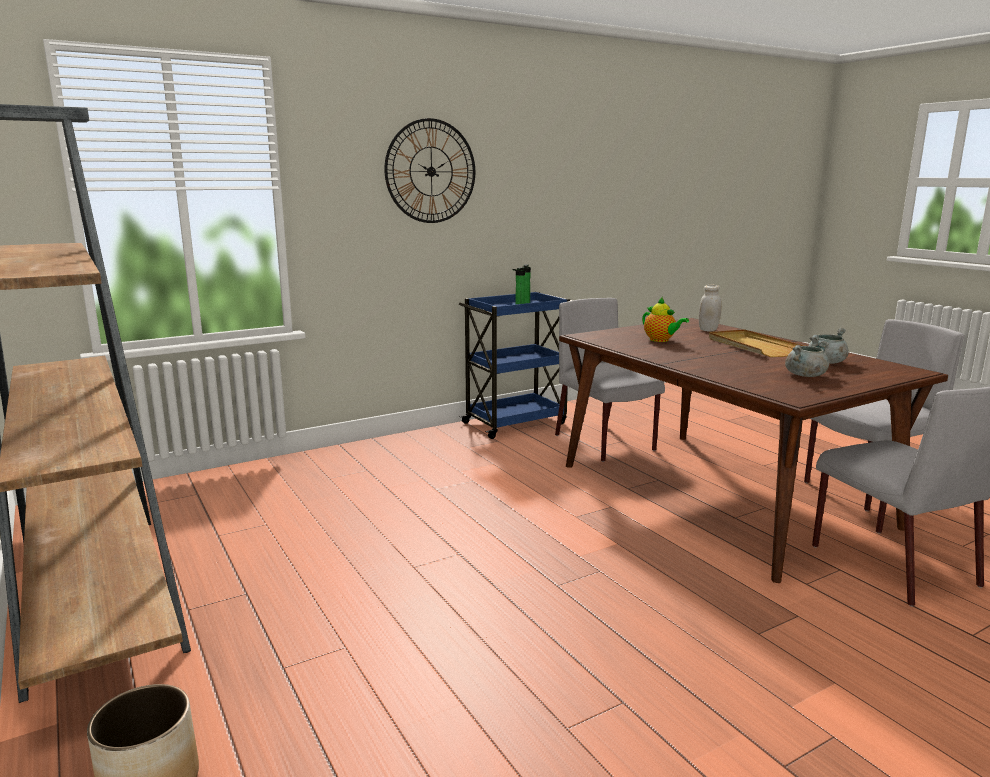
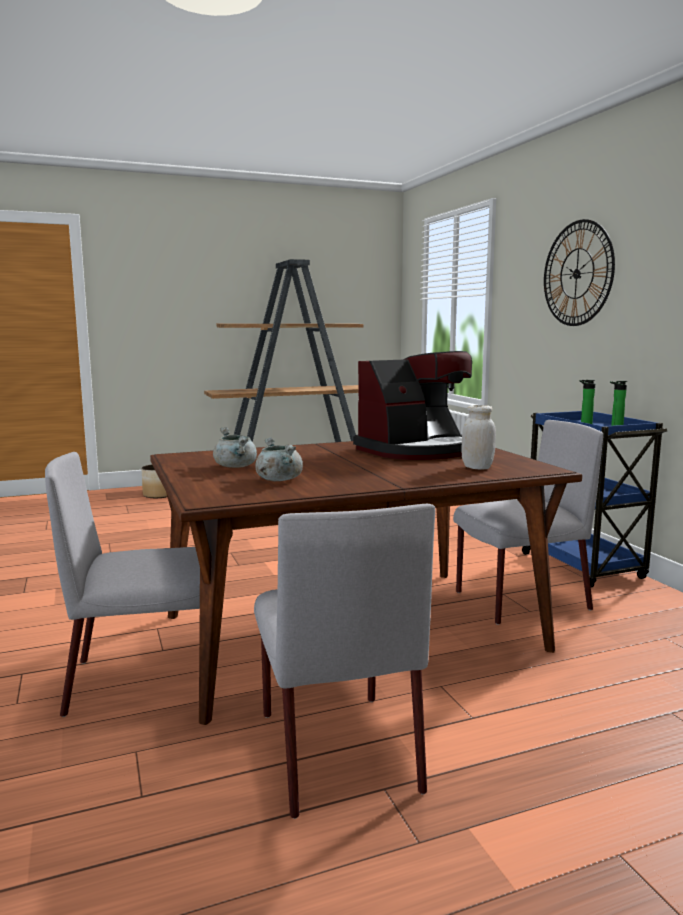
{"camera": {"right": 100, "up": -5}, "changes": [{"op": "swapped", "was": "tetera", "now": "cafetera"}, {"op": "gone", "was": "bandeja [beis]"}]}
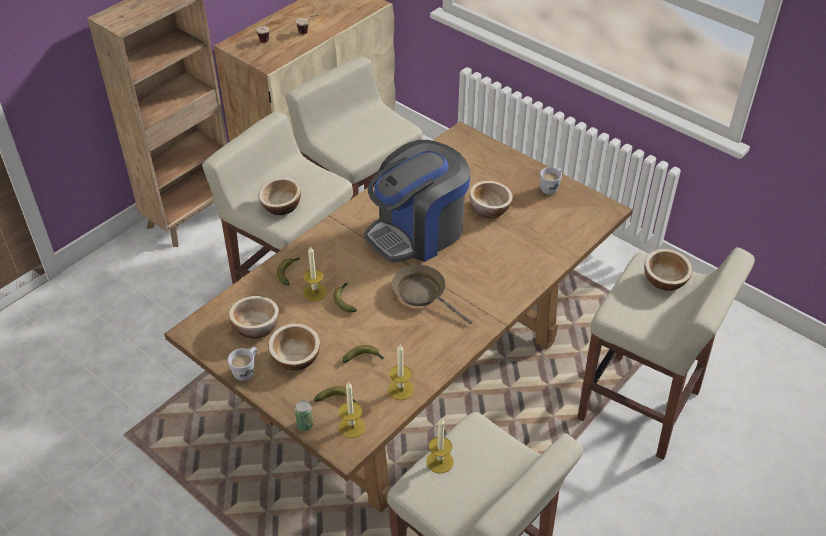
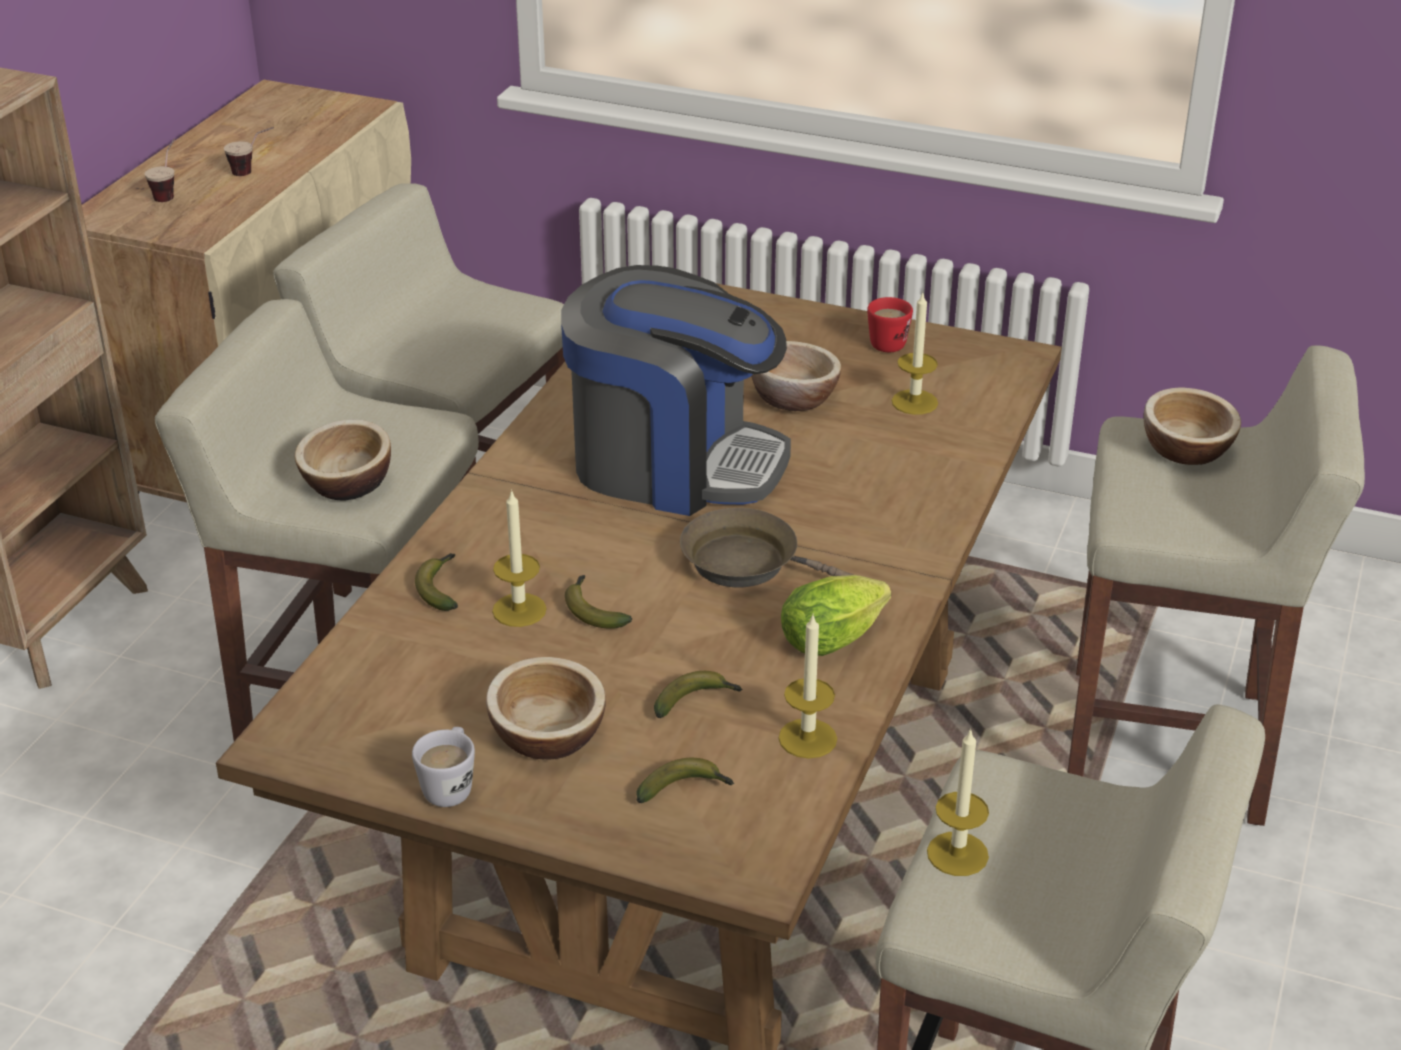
{"camera": {"right": -20, "up": -10}, "changes": [{"op": "gone", "was": "cuenco (no. 1 from left)"}, {"op": "gone", "was": "lata"}, {"op": "shifted", "was": "vela (no. 2 from left in the first image)", "now": "vela (no. 3 from left)"}, {"op": "rotated", "was": "cafetera", "clockwise": -105}, {"op": "repainted", "was": "taza grande [blanco] (no. 2 from left)", "now": "taza grande [rojo]"}, {"op": "new", "now": "lechuga"}]}
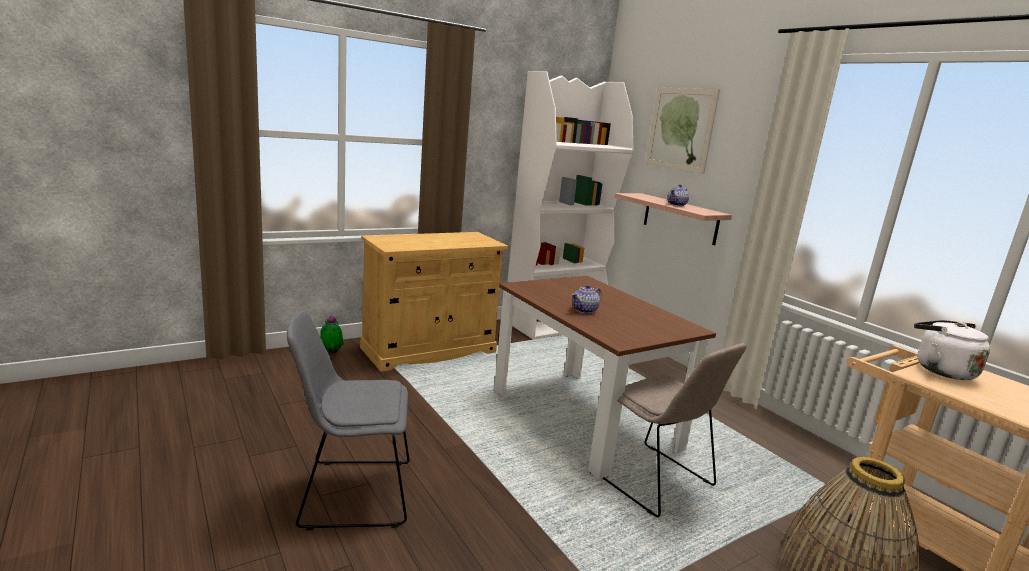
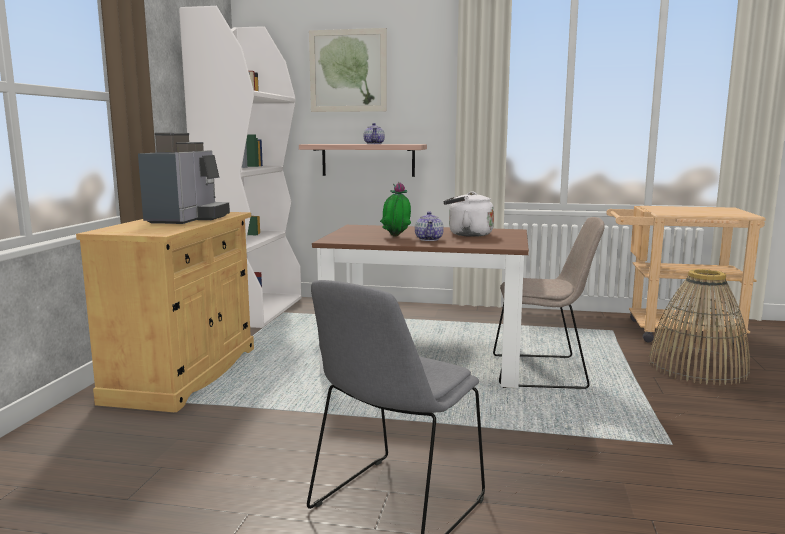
{"camera": {"right": -45, "up": -5}, "changes": [{"op": "shifted", "was": "planta en maceta"}, {"op": "shifted", "was": "hervidor [blanco]"}, {"op": "new", "now": "cafetera"}]}
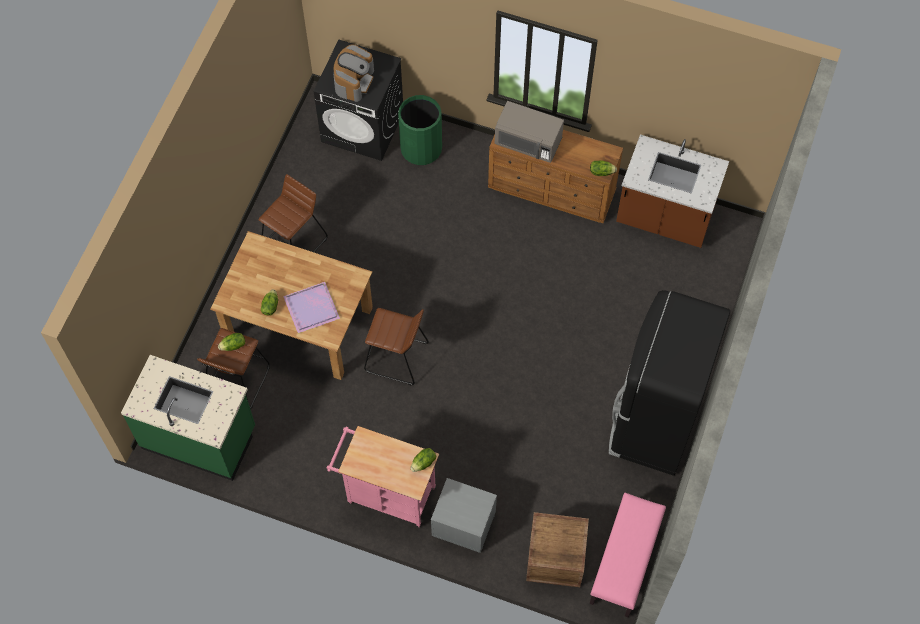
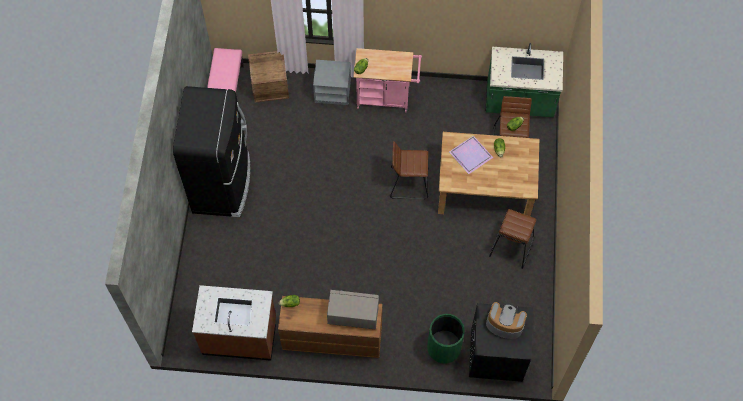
{"camera": {"right": 165, "up": 0}, "changes": [{"op": "rotated", "was": "cafetera", "clockwise": 105}]}
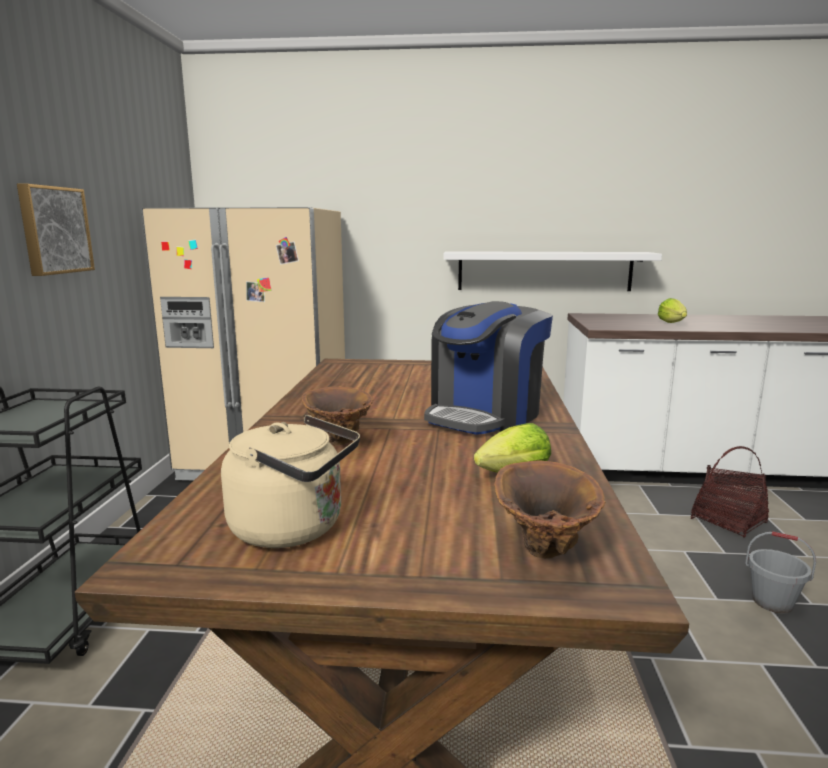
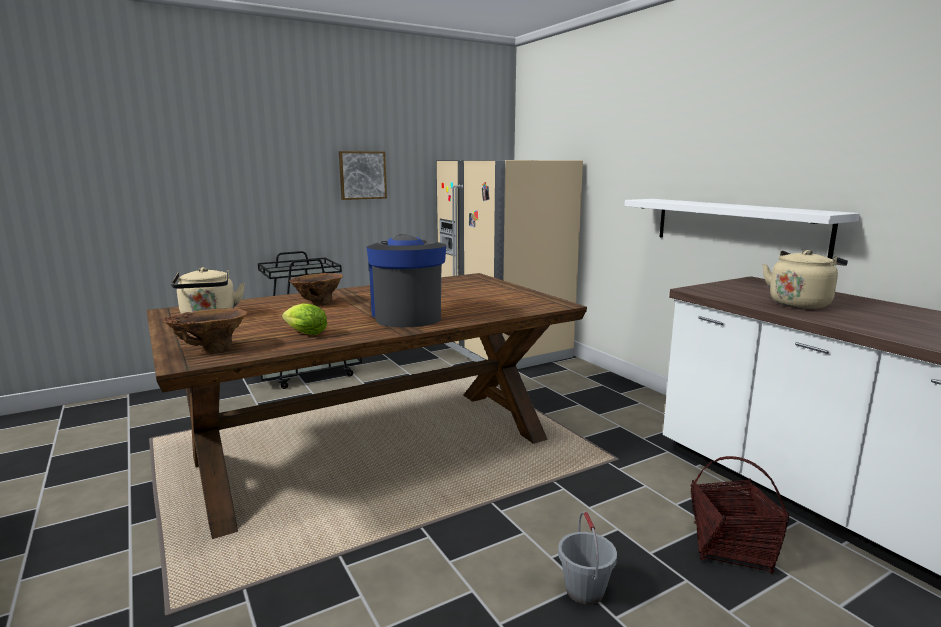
{"camera": {"right": 55, "up": 0}, "changes": [{"op": "rotated", "was": "cafetera", "clockwise": 75}, {"op": "swapped", "was": "lechuga (no. 2 from left)", "now": "hervidor [beis] (no. 2 from left)"}]}
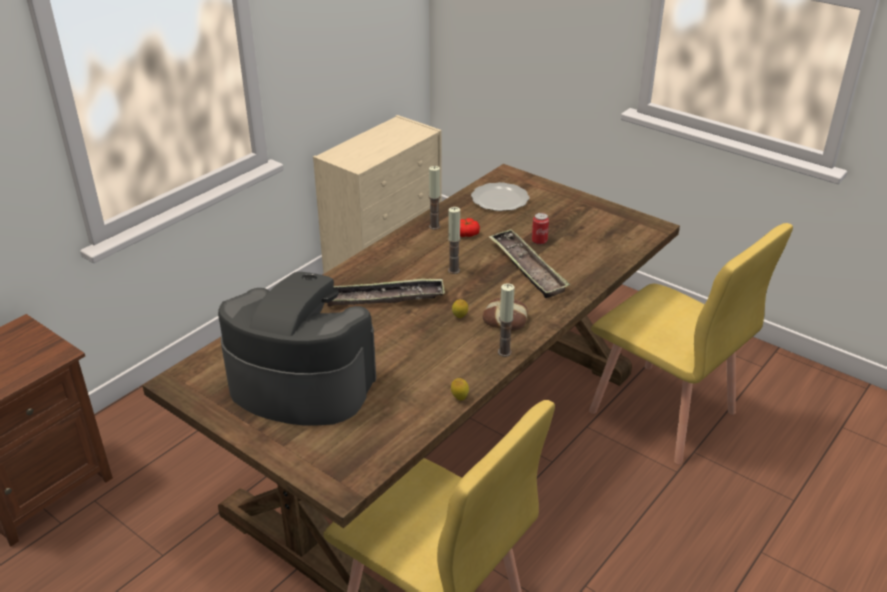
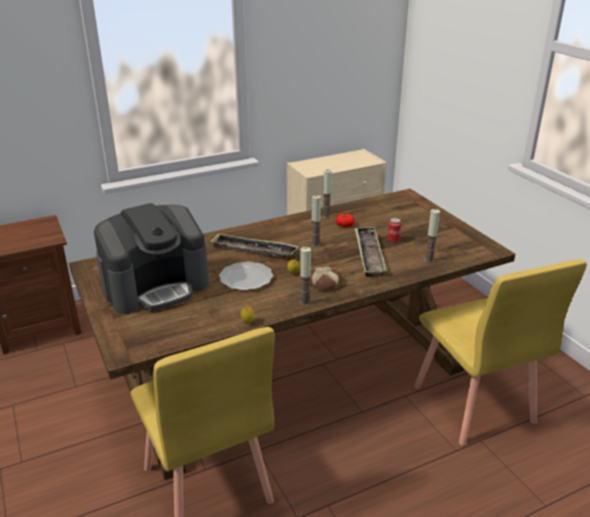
{"camera": {"right": 25, "up": -5}, "changes": [{"op": "rotated", "was": "cafetera", "clockwise": 105}, {"op": "shifted", "was": "plato"}, {"op": "new", "now": "vela (no. 4 from left)"}]}
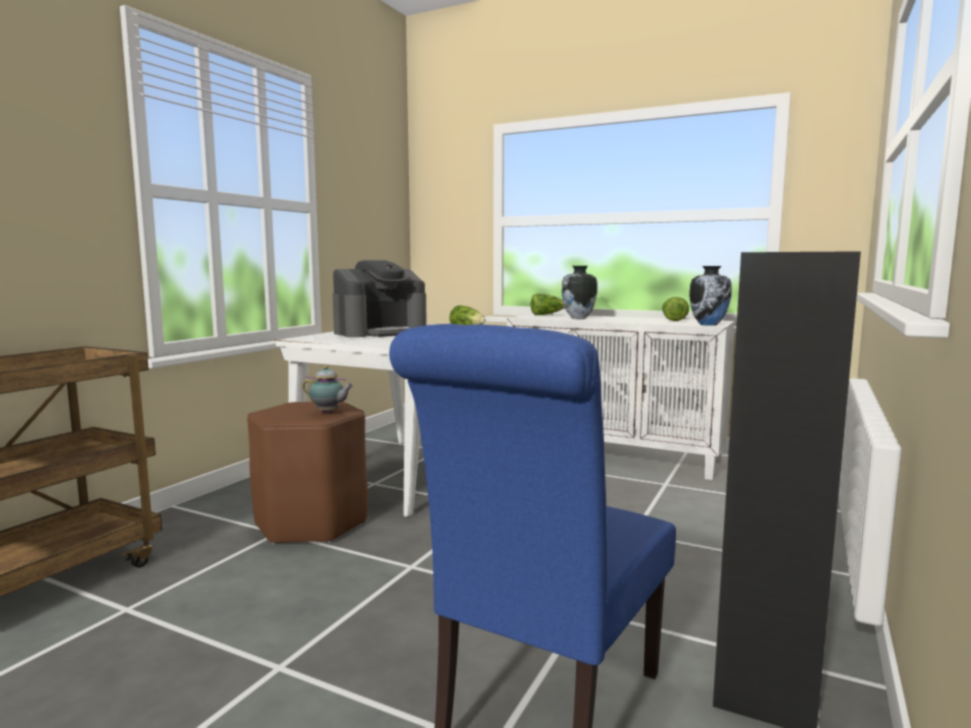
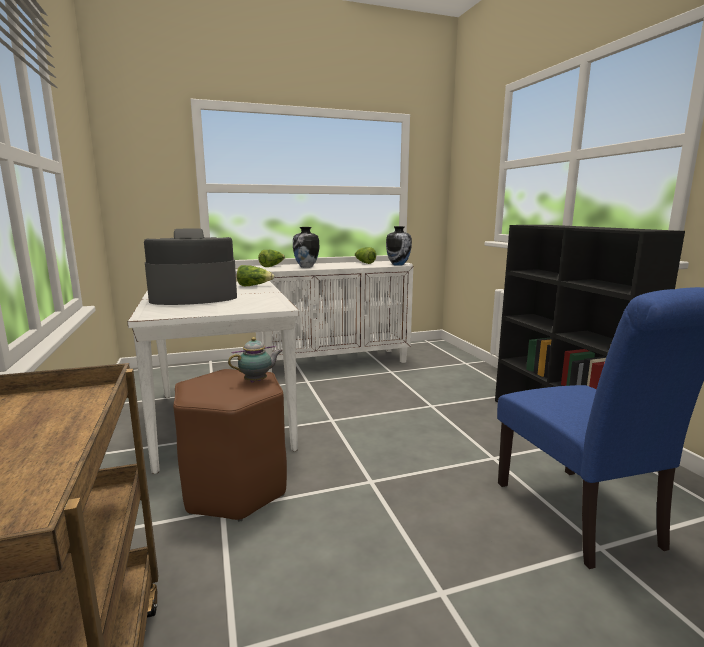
{"camera": {"right": -45, "up": 5}, "changes": [{"op": "rotated", "was": "cafetera", "clockwise": -120}]}
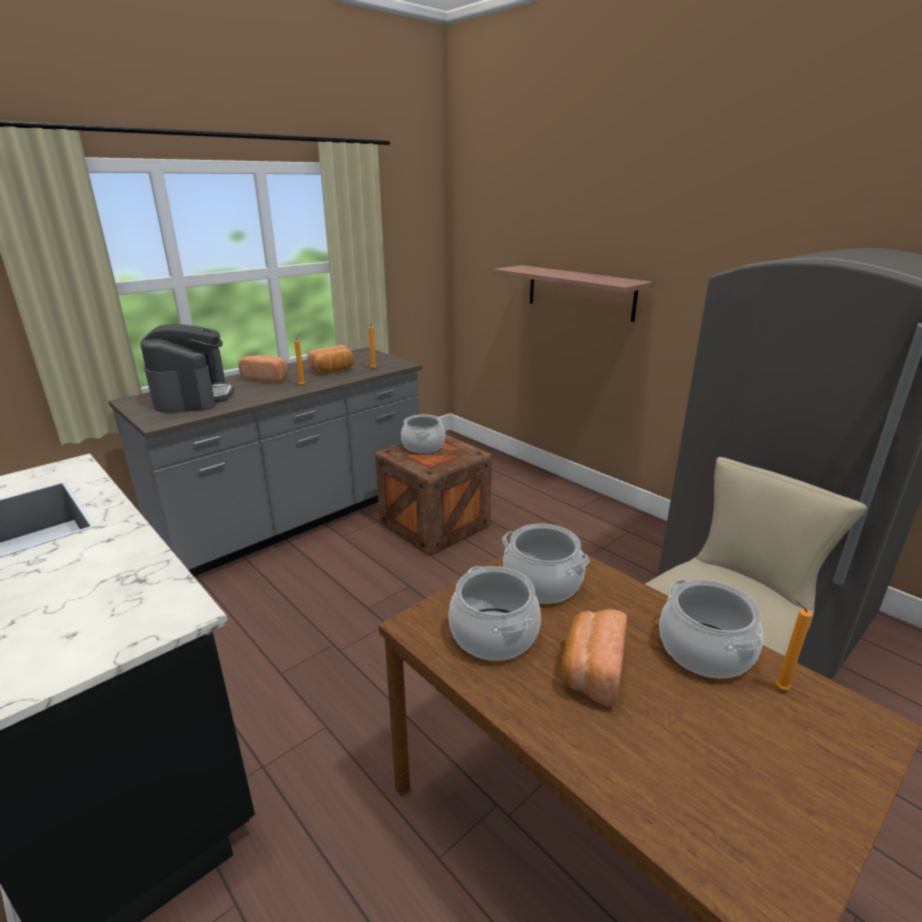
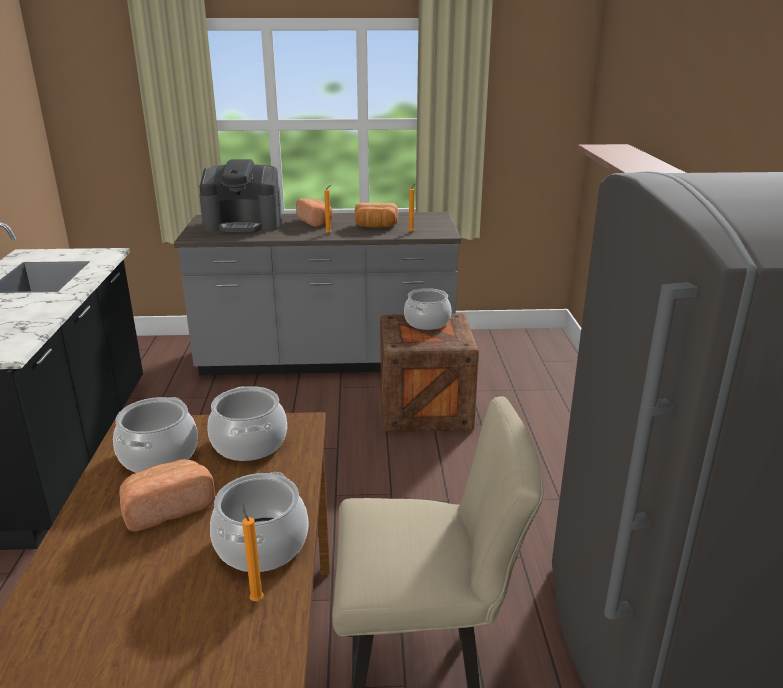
{"camera": {"right": 40, "up": 0}, "changes": [{"op": "rotated", "was": "cafetera", "clockwise": 60}]}
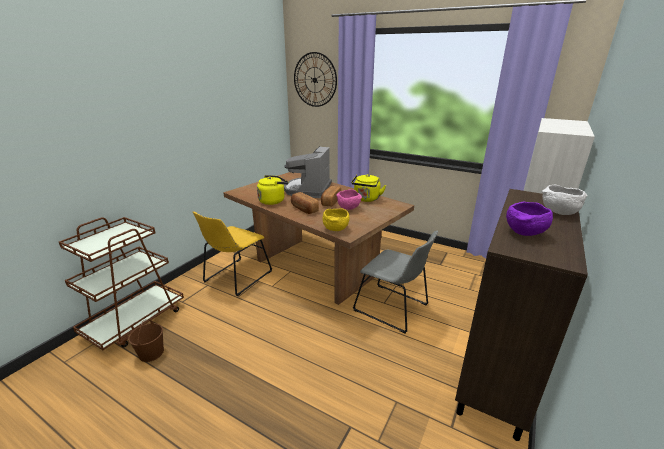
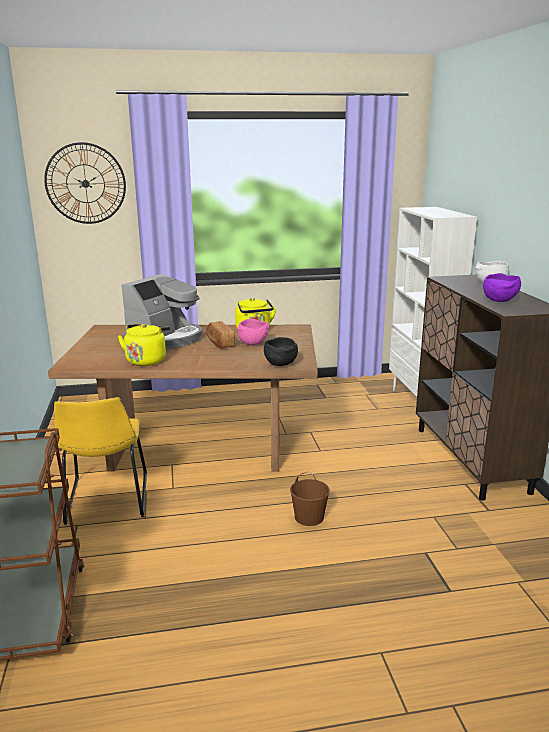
{"camera": {"right": -40, "up": -5}, "changes": [{"op": "shifted", "was": "cubo [marrón]"}, {"op": "rotated", "was": "cafetera", "clockwise": -120}, {"op": "gone", "was": "pan (no. 1 from left)"}, {"op": "repainted", "was": "cuenco [amarillo]", "now": "cuenco [negro]"}, {"op": "gone", "was": "silla [gris]"}]}
